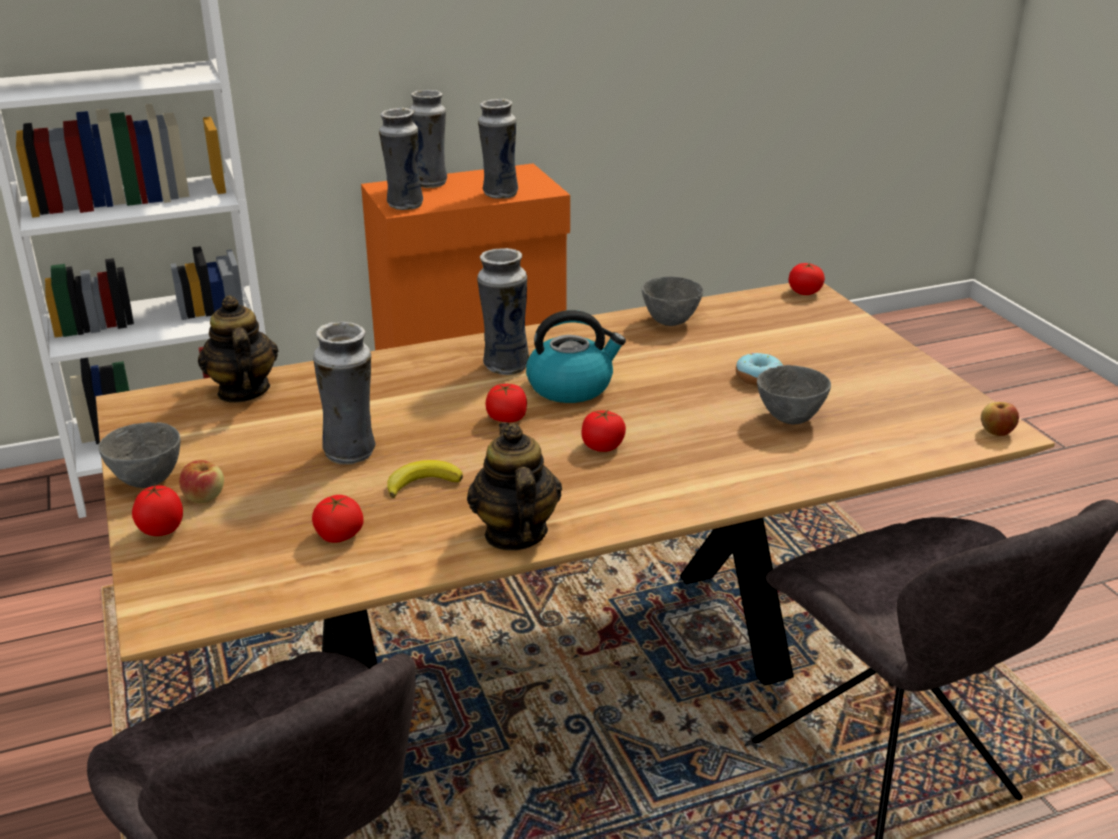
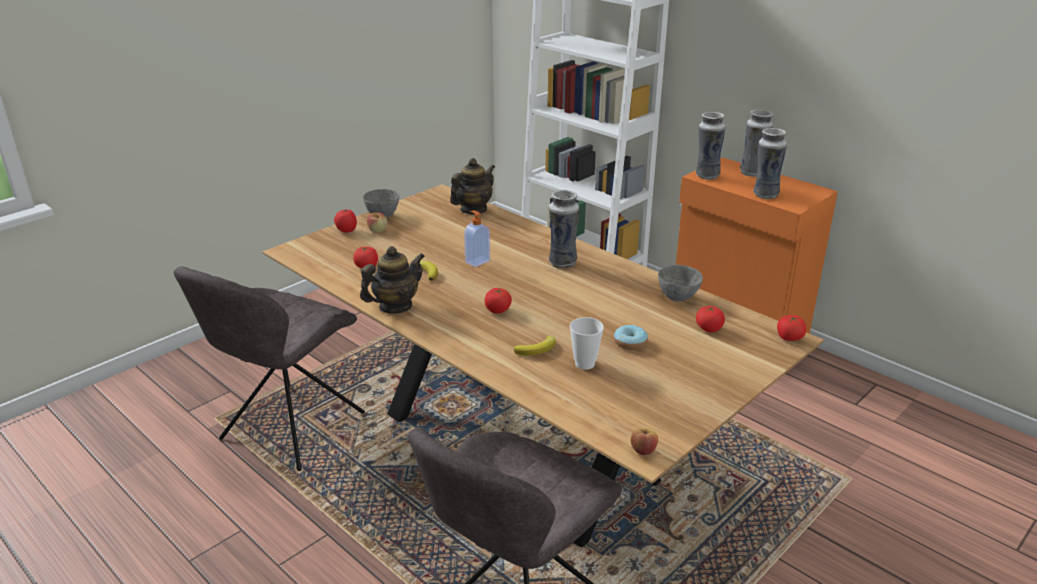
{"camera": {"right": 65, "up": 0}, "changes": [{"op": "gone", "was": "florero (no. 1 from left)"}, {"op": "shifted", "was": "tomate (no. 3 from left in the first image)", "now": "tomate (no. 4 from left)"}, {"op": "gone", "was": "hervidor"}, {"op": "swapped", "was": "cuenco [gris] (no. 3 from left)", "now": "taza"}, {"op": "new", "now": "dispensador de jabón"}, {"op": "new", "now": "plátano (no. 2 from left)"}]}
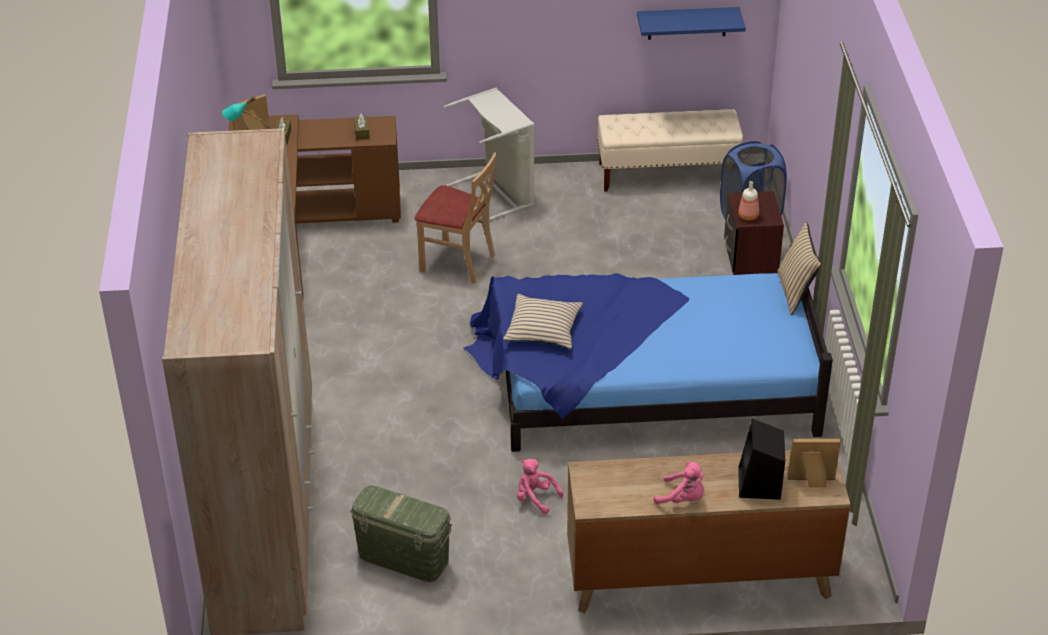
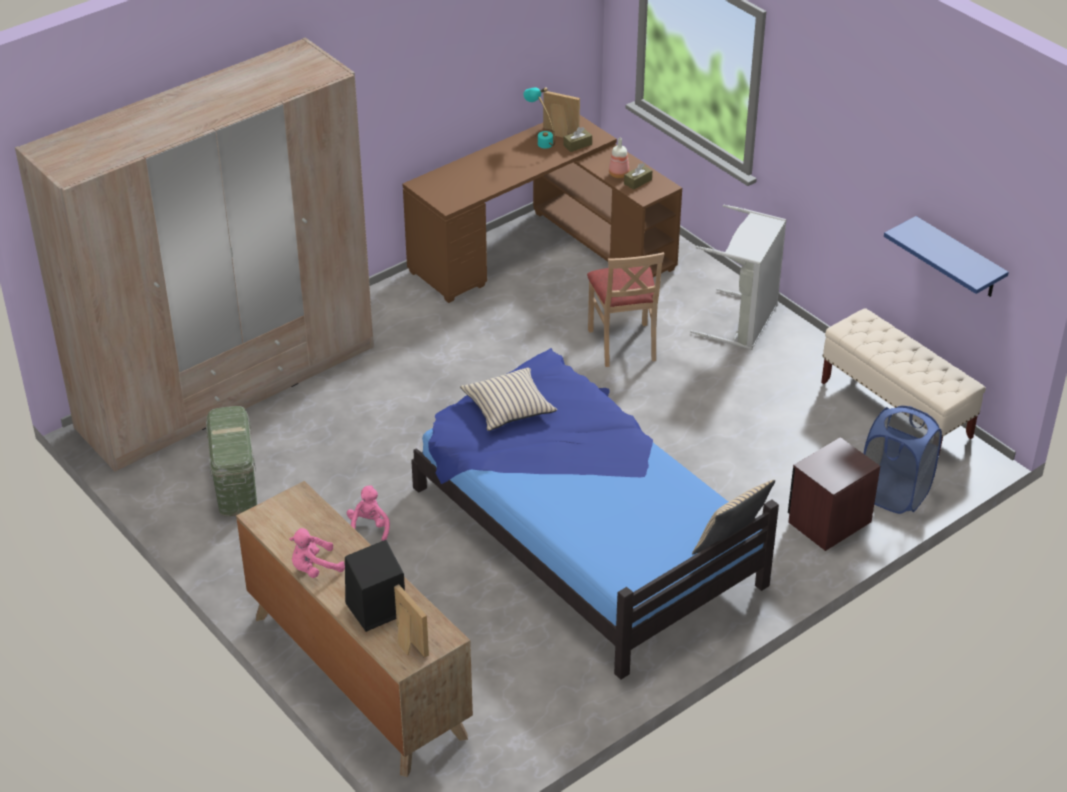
{"camera": {"right": 55, "up": 0}, "changes": [{"op": "rotated", "was": "peluche [rosa] (no. 2 from left in the first image)", "clockwise": 75}, {"op": "shifted", "was": "botella"}]}
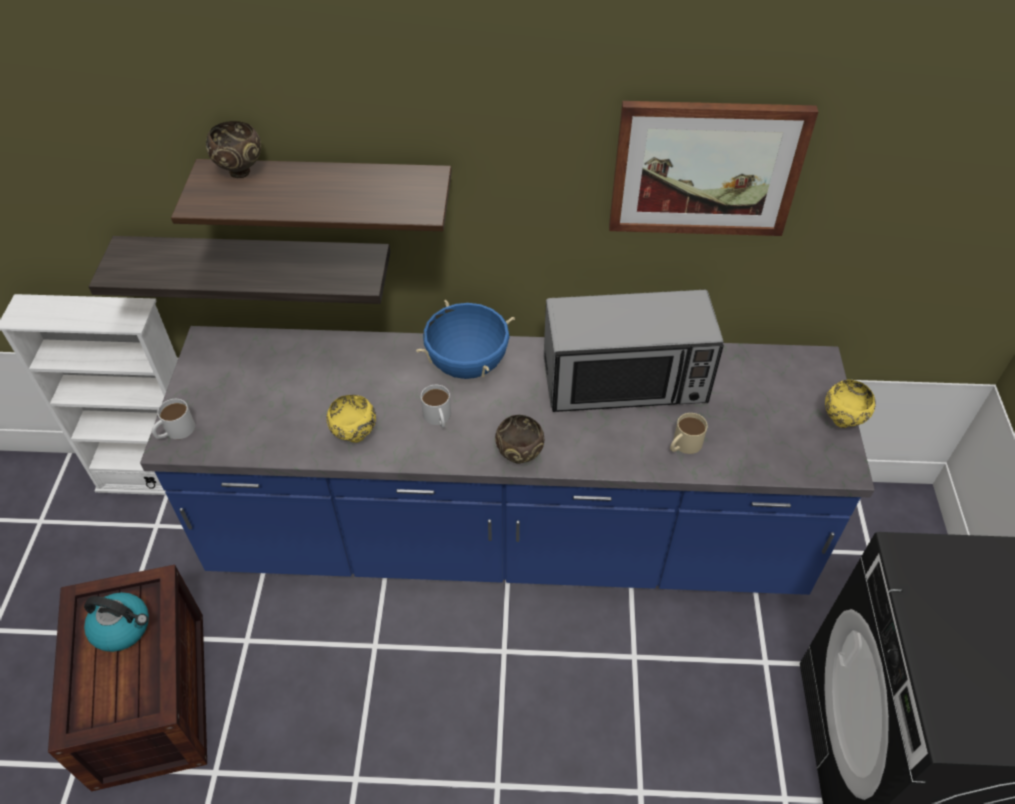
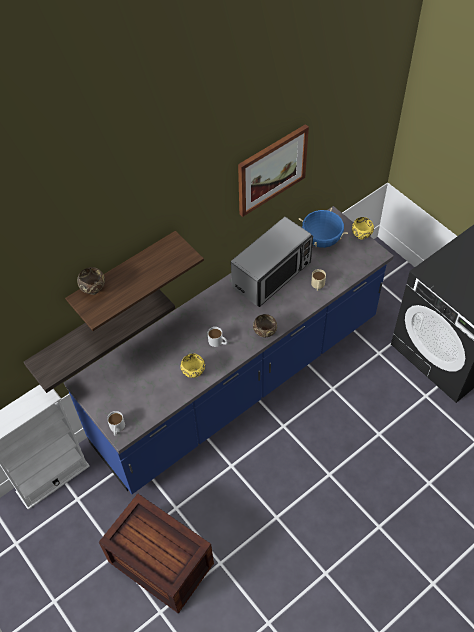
{"camera": {"right": -40, "up": 5}, "changes": [{"op": "gone", "was": "hervidor"}, {"op": "shifted", "was": "olla [azul]"}]}
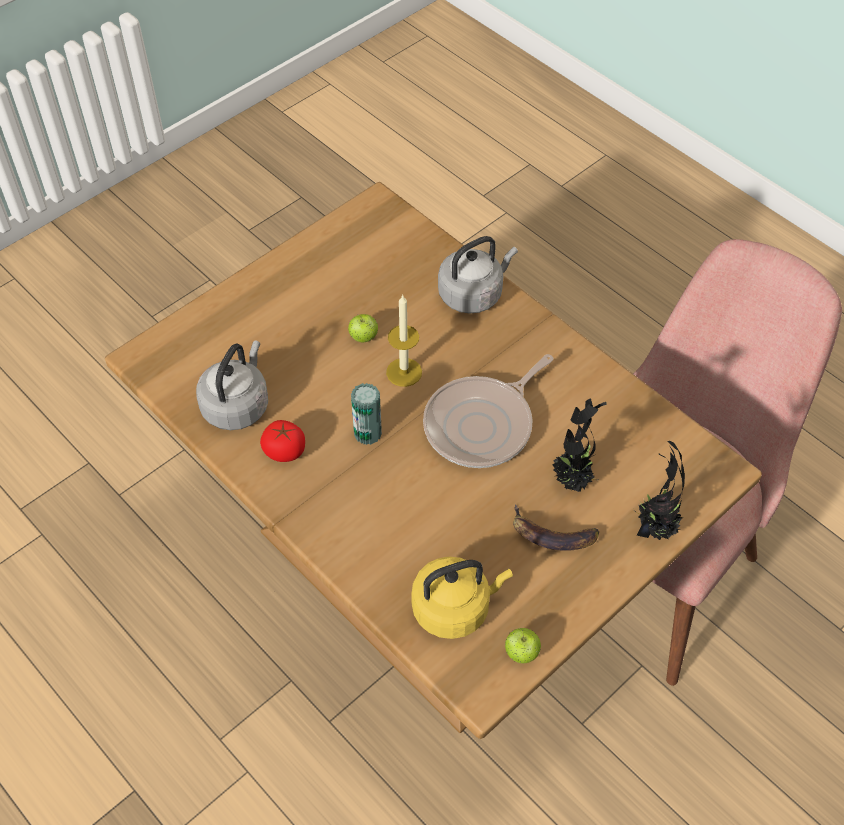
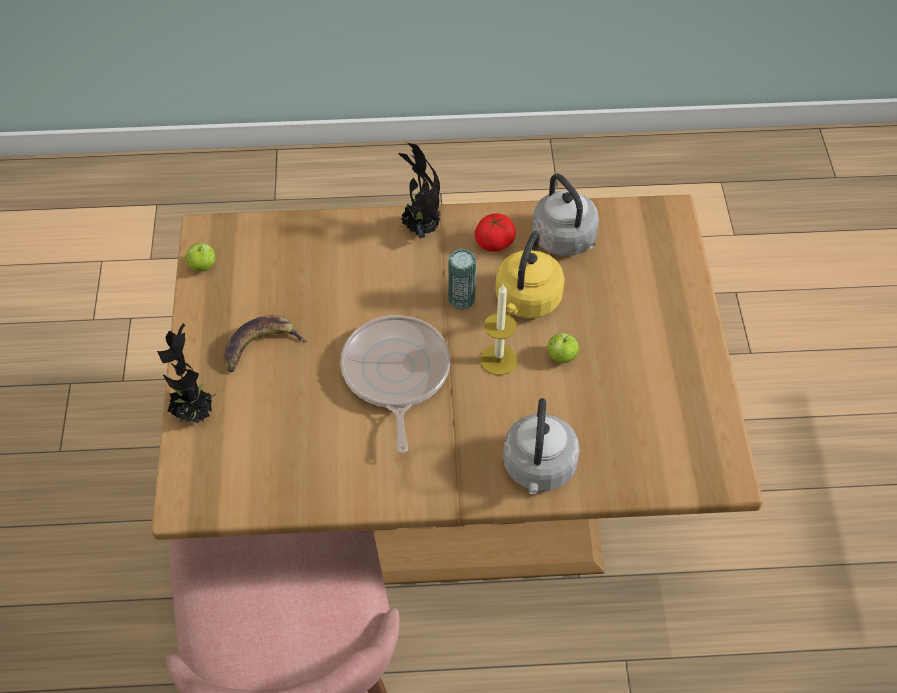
{"camera": {"right": 130, "up": 0}, "changes": [{"op": "shifted", "was": "hervidor [amarillo]"}, {"op": "shifted", "was": "planta en maceta (no. 1 from left in the first image)", "now": "planta en maceta (no. 2 from left)"}]}
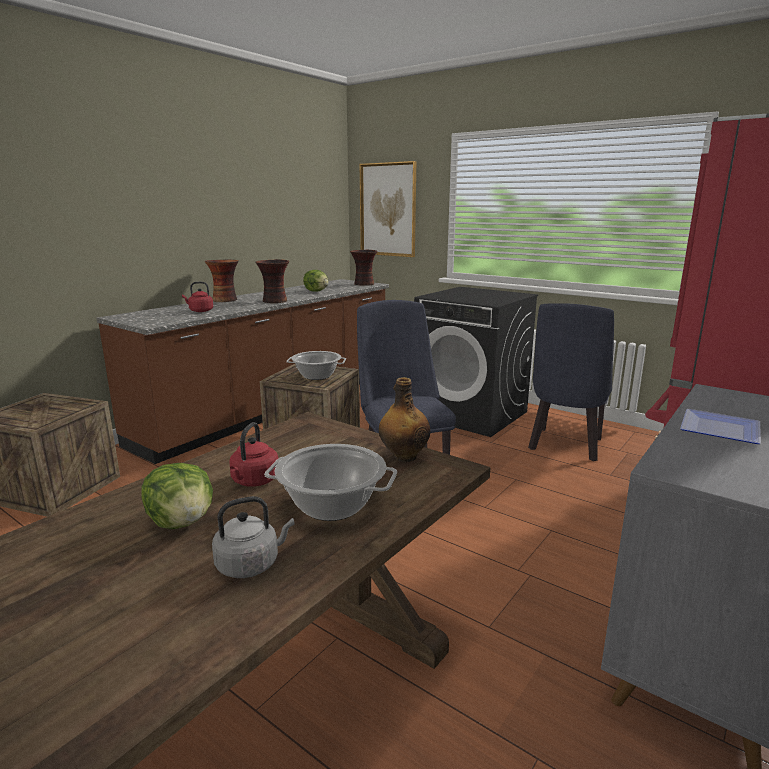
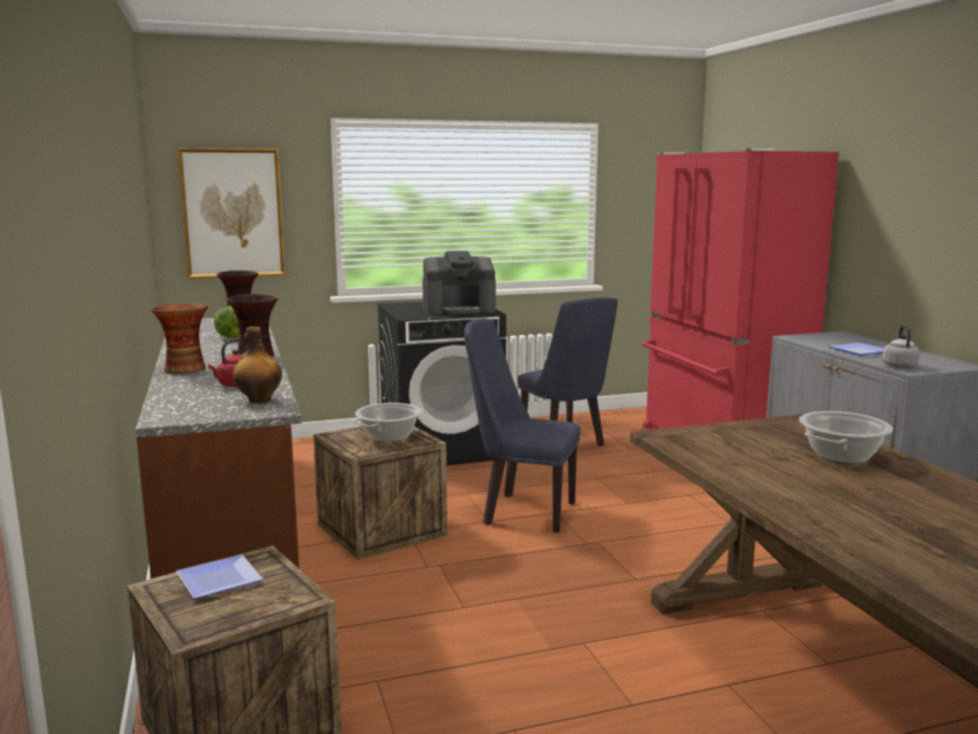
{"camera": {"right": -55, "up": -5}, "changes": [{"op": "gone", "was": "lechuga (no. 1 from left)"}, {"op": "shifted", "was": "hervidor [gris]"}, {"op": "gone", "was": "hervidor [rojo] (no. 2 from left)"}, {"op": "shifted", "was": "botella"}, {"op": "new", "now": "plato (no. 1 from left)"}, {"op": "new", "now": "cafetera"}]}
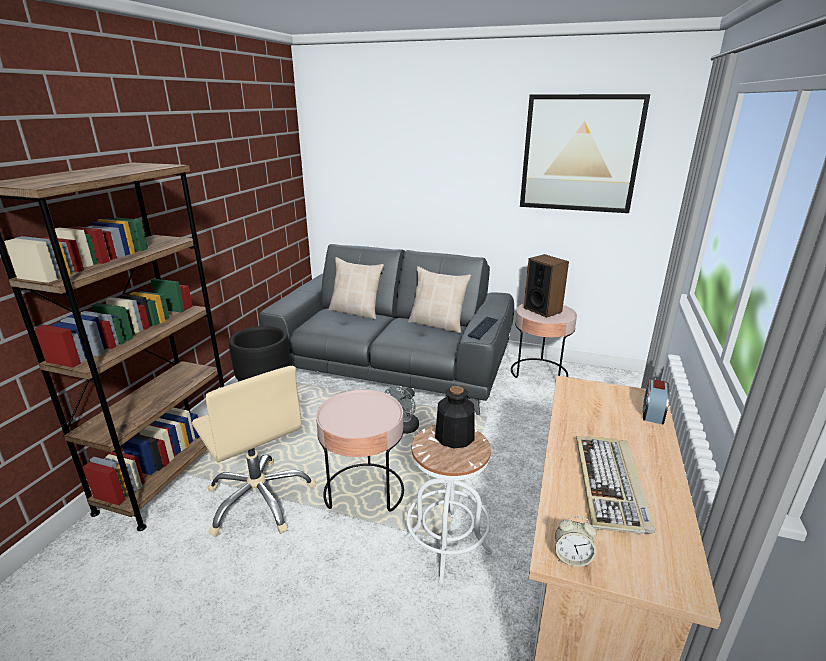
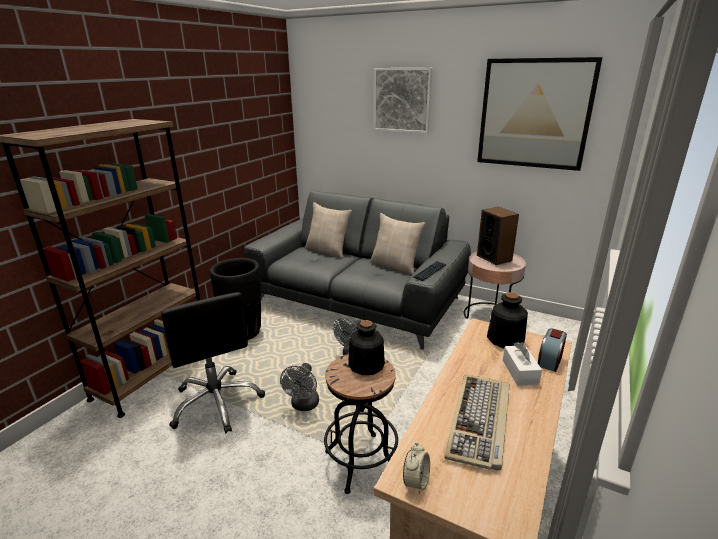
{"camera": {"right": 10, "up": 0}, "changes": [{"op": "repainted", "was": "silla de oficina [beis]", "now": "silla de oficina [negro]"}, {"op": "swapped", "was": "mesa auxiliar [rosa] (no. 1 from left)", "now": "ventilador [gris] (no. 1 from left)"}, {"op": "repainted", "was": "taburete [blanco]", "now": "taburete [negro]"}, {"op": "rotated", "was": "despertador (no. 1 from left)", "clockwise": -90}, {"op": "new", "now": "cuadro (no. 1 from left)"}, {"op": "new", "now": "botella (no. 2 from left)"}, {"op": "new", "now": "caja de pañuelos [blanco]"}]}
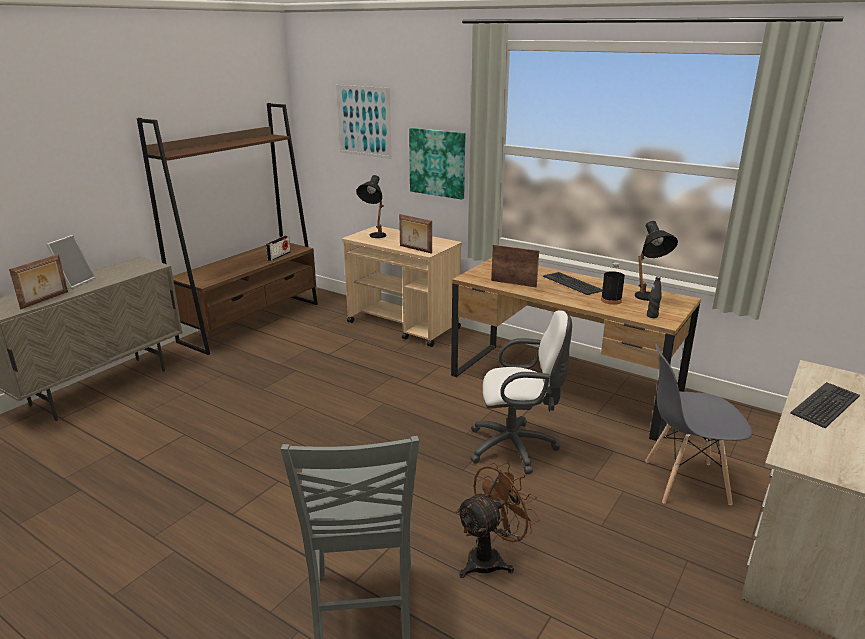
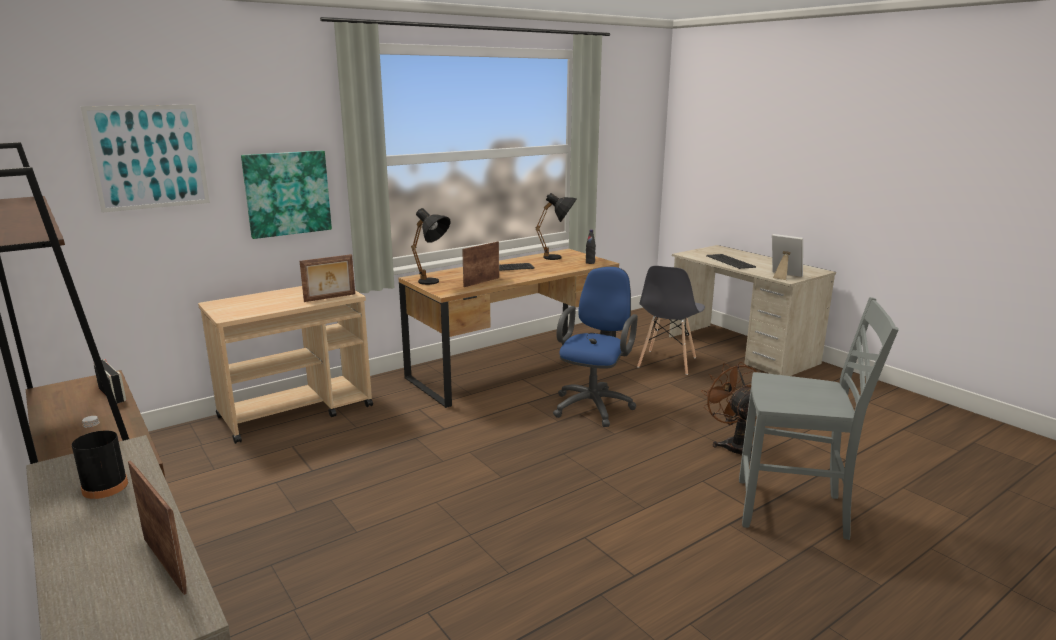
{"camera": {"right": -70, "up": -5}, "changes": [{"op": "shifted", "was": "portarretratos (no. 2 from left in the first image)", "now": "portarretratos (no. 4 from left)"}, {"op": "shifted", "was": "lámpara de mesa [negro] (no. 1 from left)"}, {"op": "repainted", "was": "silla de oficina [blanco]", "now": "silla de oficina [azul]"}, {"op": "shifted", "was": "botella [negro] (no. 1 from left)"}]}
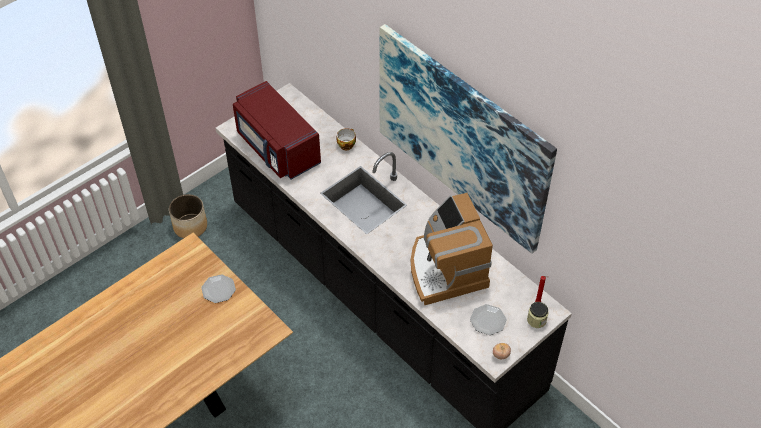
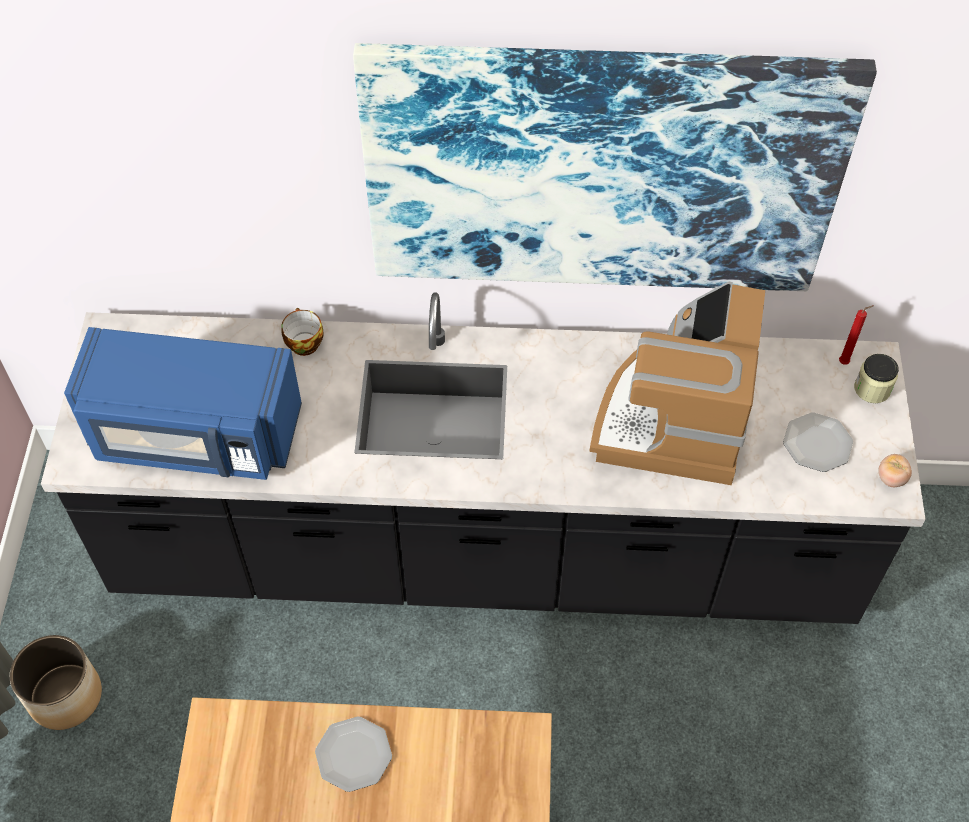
{"camera": {"right": -45, "up": 5}, "changes": [{"op": "repainted", "was": "microondas [rojo]", "now": "microondas [azul]"}, {"op": "rotated", "was": "cafetera", "clockwise": 75}]}
